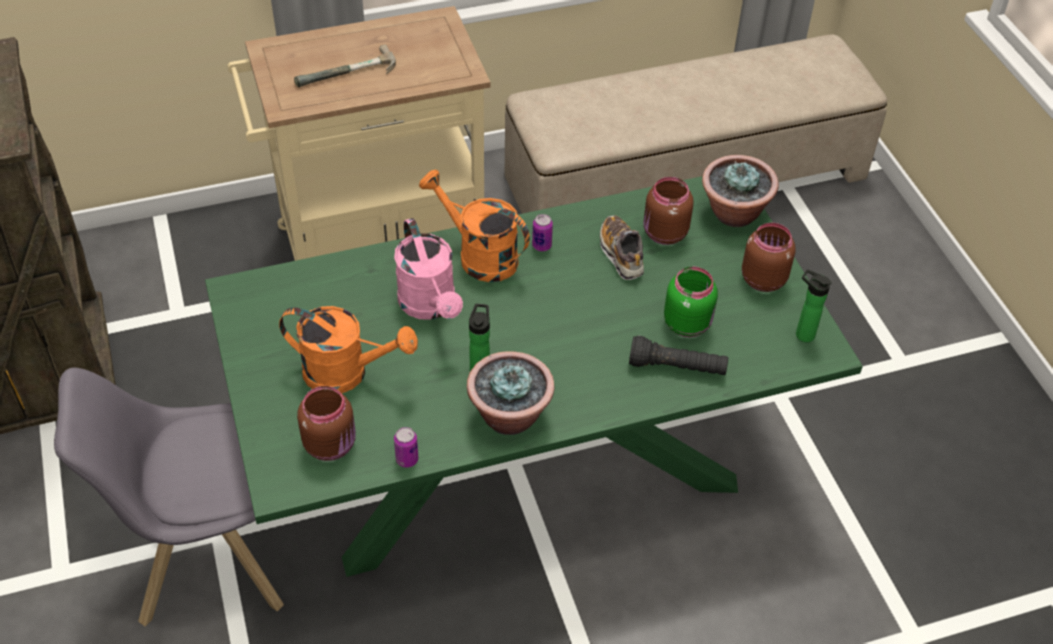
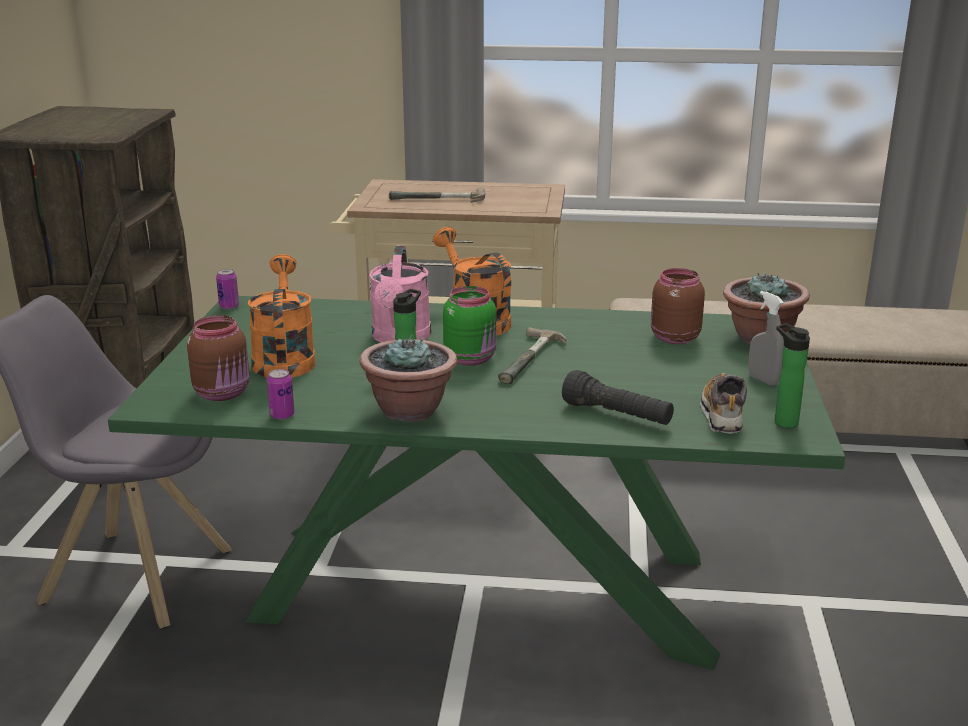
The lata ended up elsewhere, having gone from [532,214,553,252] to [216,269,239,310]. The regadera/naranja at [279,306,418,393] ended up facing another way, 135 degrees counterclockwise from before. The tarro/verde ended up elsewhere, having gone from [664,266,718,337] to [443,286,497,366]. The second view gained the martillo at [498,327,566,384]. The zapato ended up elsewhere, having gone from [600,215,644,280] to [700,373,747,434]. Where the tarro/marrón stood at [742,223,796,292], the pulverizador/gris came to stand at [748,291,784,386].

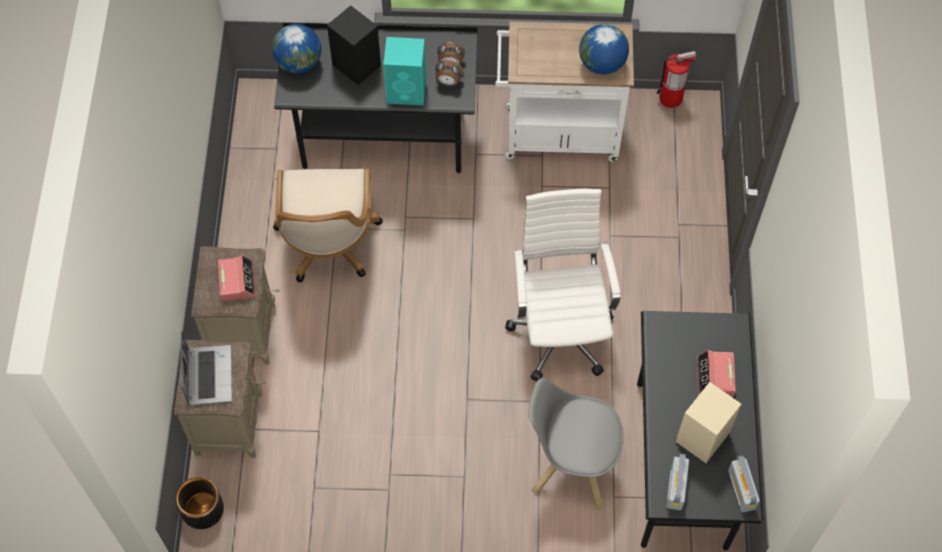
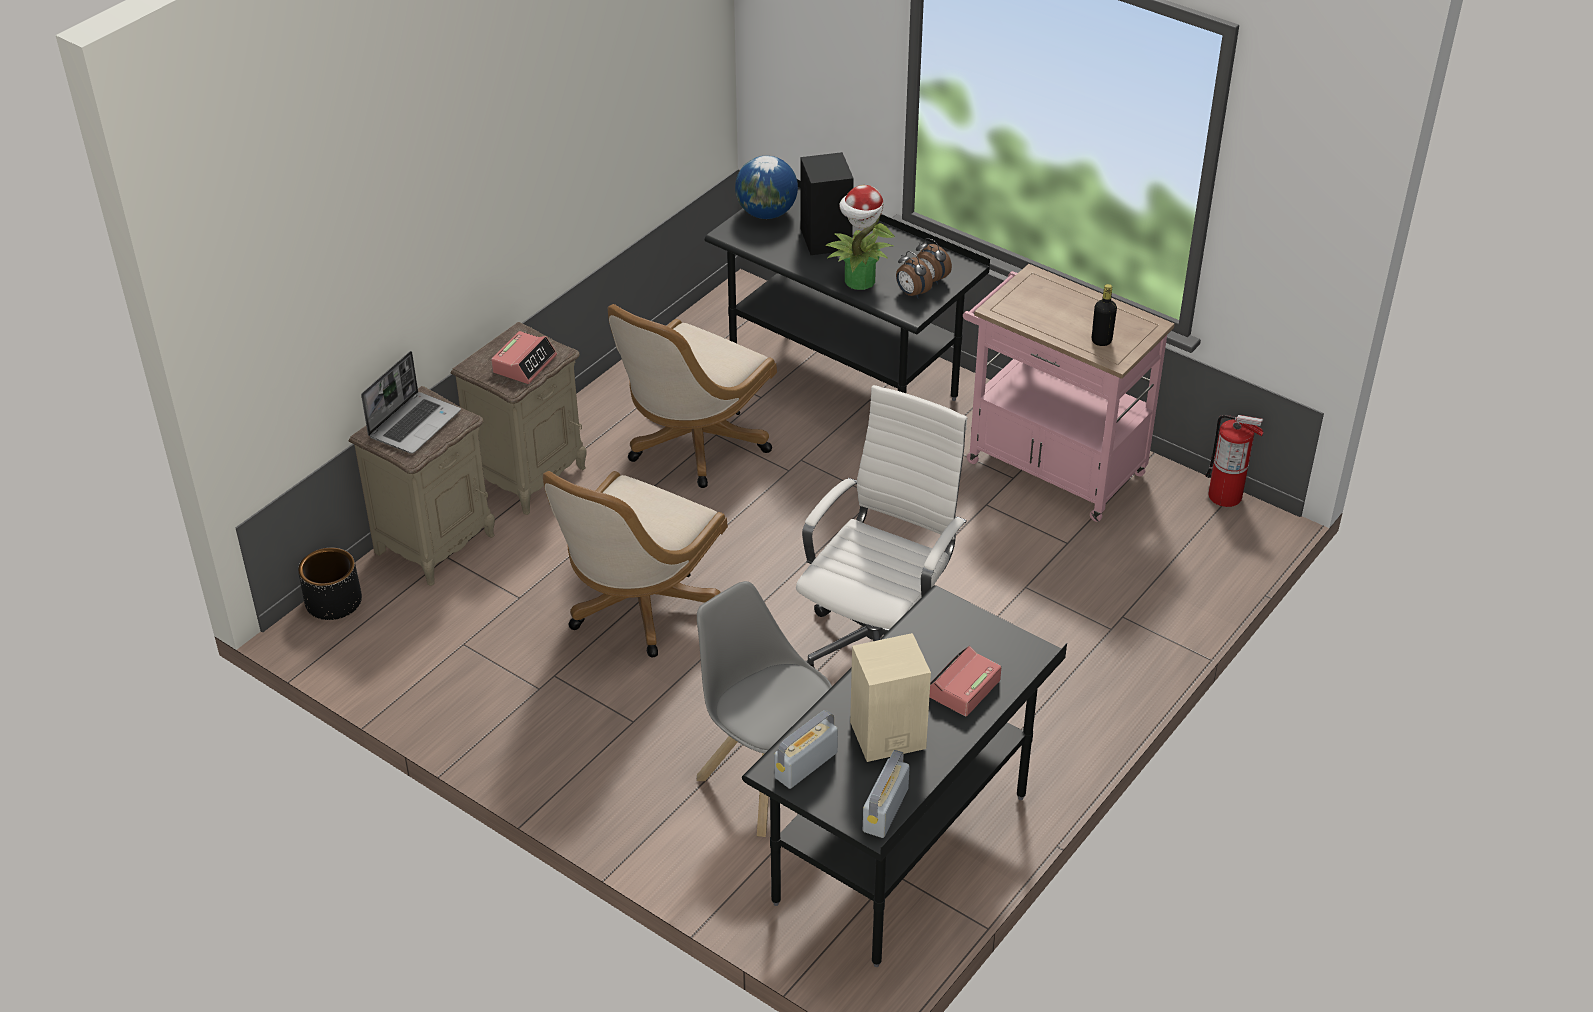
The second view gained the silla de oficina at [543,471,728,658]. Where the altavoz/turquesa stood at [383,37,426,106], the planta en maceta came to stand at [825,185,895,290]. What was the carrito/blanco at [495,21,634,162] turned into the carrito/rosa at [963,264,1175,522]. Where the globo terráqueo stood at [579,24,629,75], the botella/negro came to stand at [1092,284,1117,346].

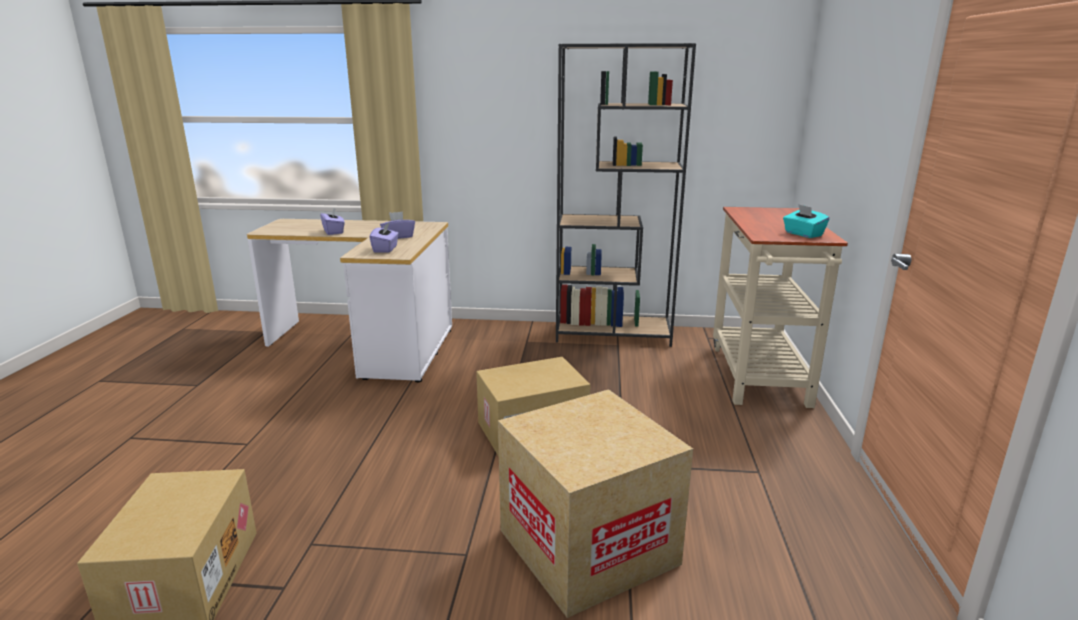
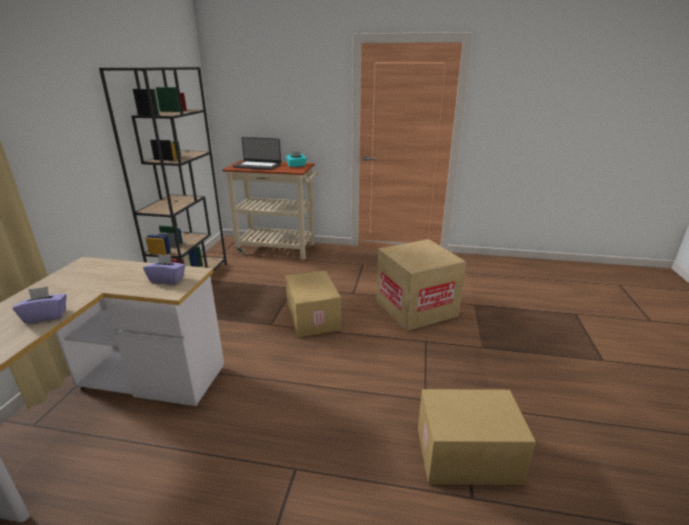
The second view gained the portátil at [233,137,281,170]. The second view lost the caja de pañuelos/morado at [380,211,415,239].

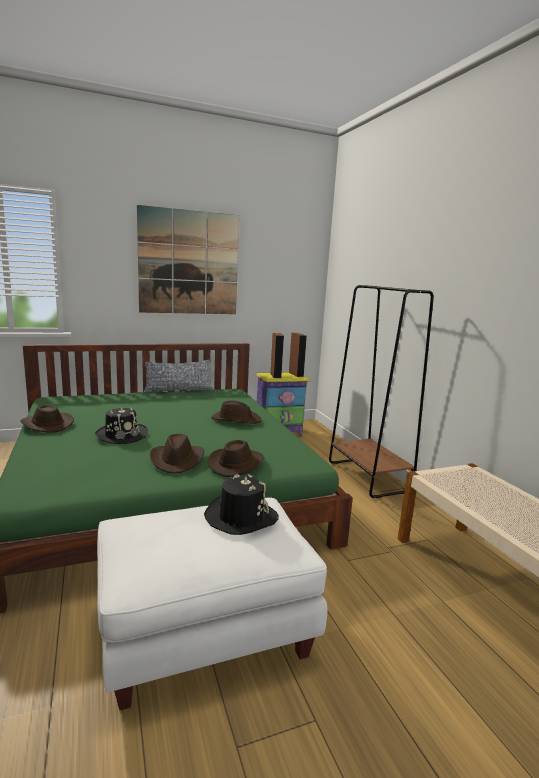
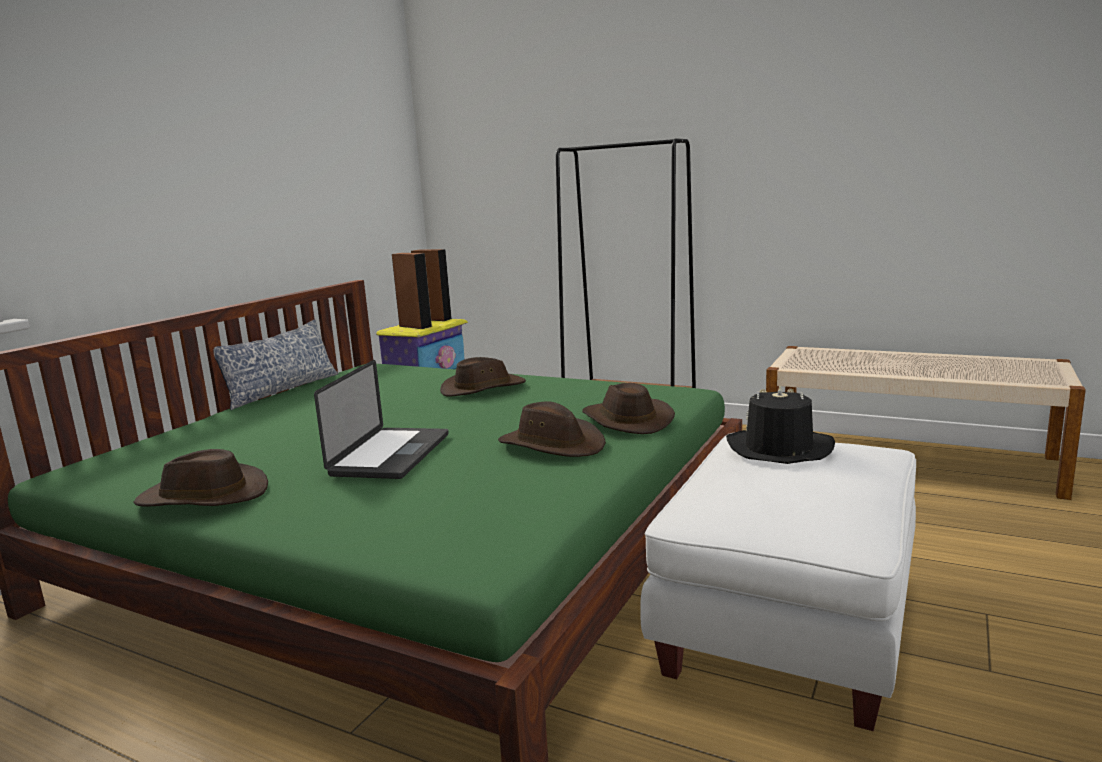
Where the sombrero/negro stood at [95,407,148,444], the portátil came to stand at [314,360,449,479]. The second view lost the cuadro at [137,205,239,314].

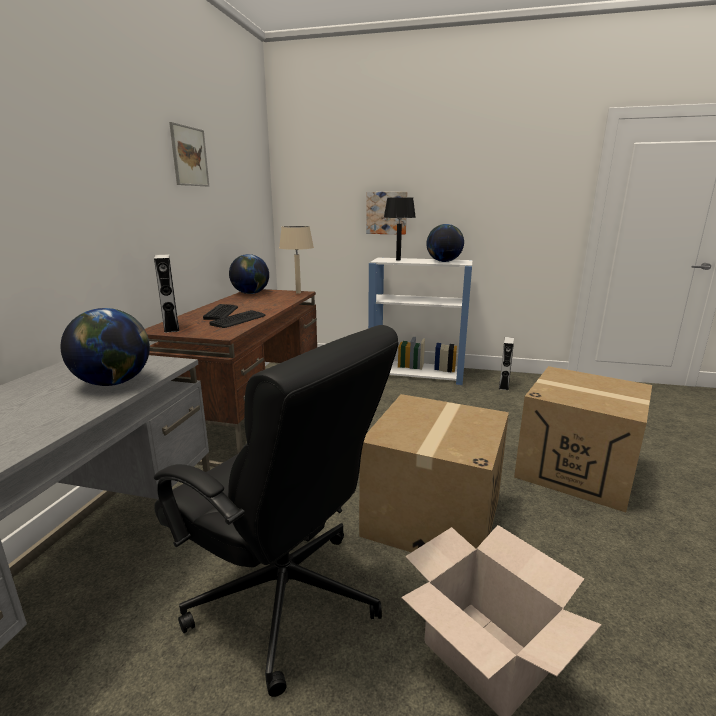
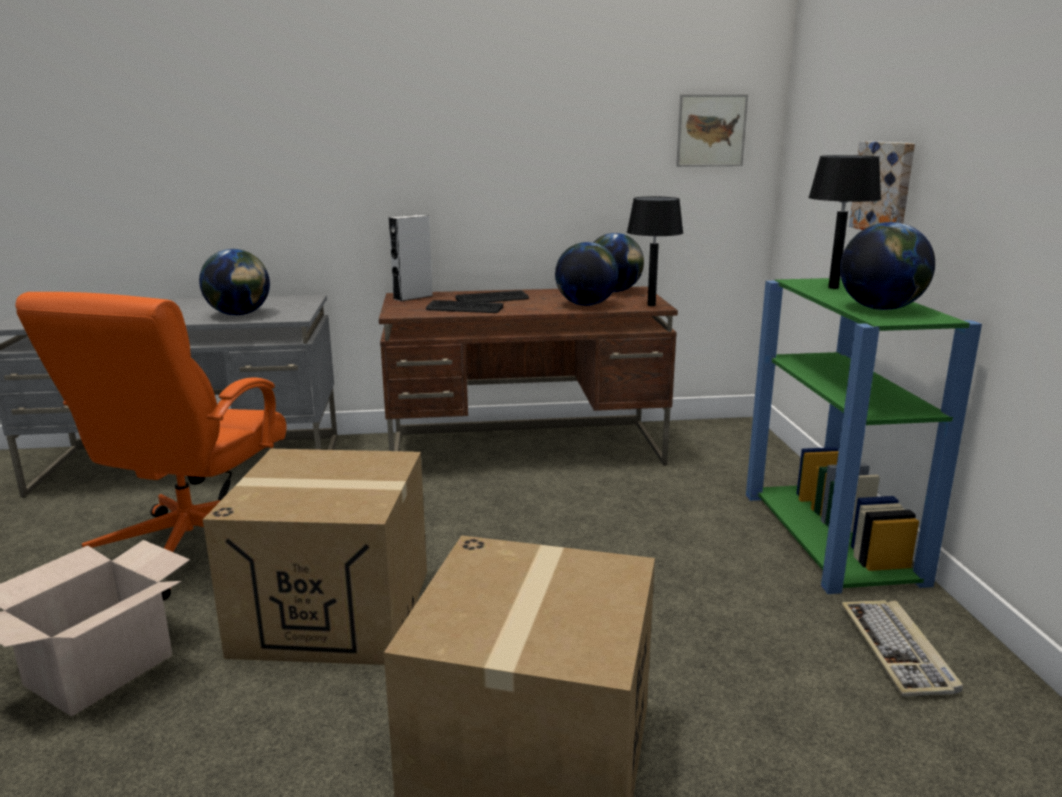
What was the silla de oficina/negro at [154,325,399,697] turned into the silla de oficina/naranja at [16,292,286,600]. The second view gained the globo terráqueo at [555,242,619,306]. What was the lámpara de mesa/beis at [279,226,314,294] turned into the lámpara de mesa/negro at [627,197,683,306]. The cuadro ended up elsewhere, having gone from [169,122,209,186] to [676,94,748,167]. What was the estantería/blanco at [368,257,472,385] turned into the estantería/verde at [746,278,982,594]. Where the altavoz/gris stood at [499,337,514,390], the teclado came to stand at [841,600,963,696].

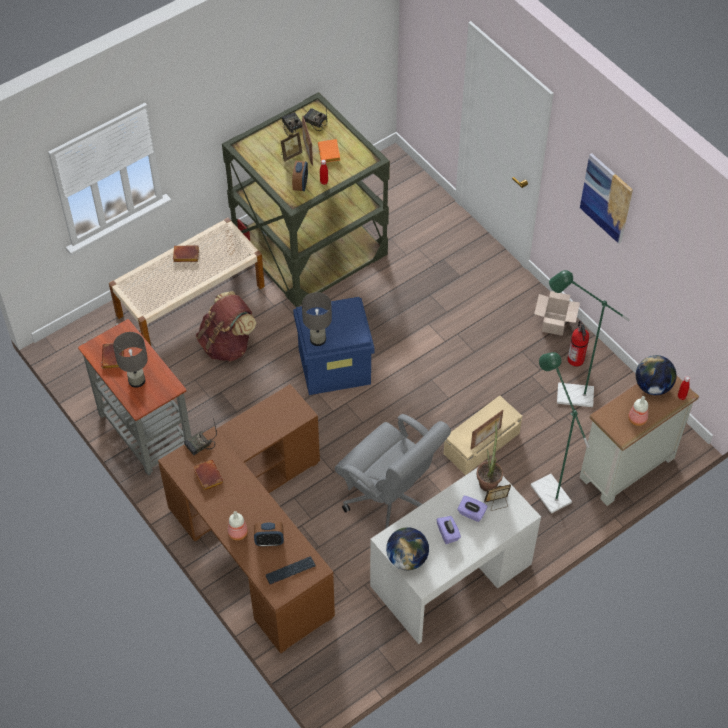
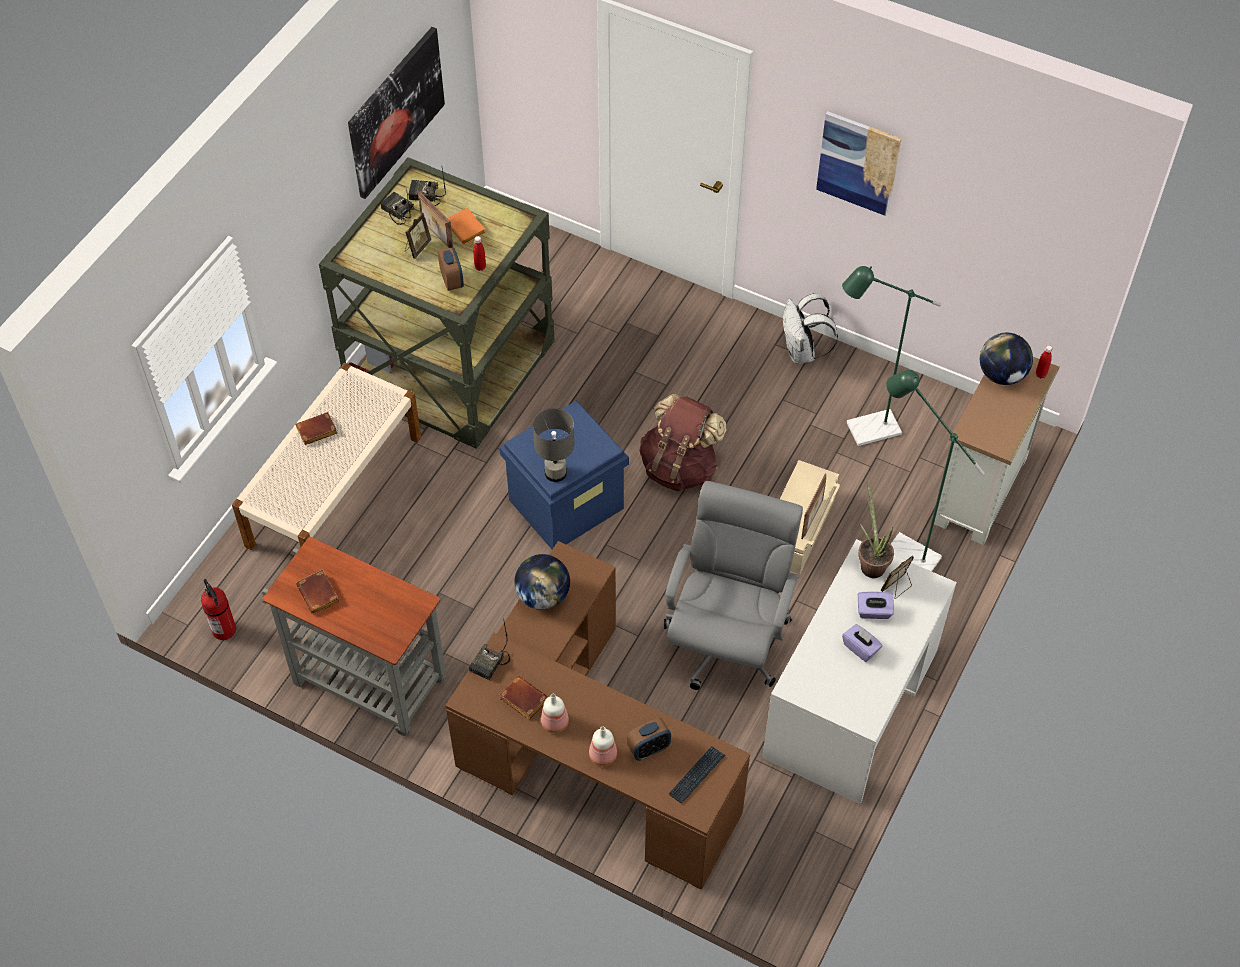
The extintor ended up elsewhere, having gone from [568,320,589,366] to [201,579,236,640]. The second view gained the cuadro at [348,27,445,199]. The globo terráqueo ended up elsewhere, having gone from [386,527,429,570] to [514,554,570,610]. The botella ended up elsewhere, having gone from [628,396,648,426] to [541,694,569,733]. The mochila/marrón ended up elsewhere, having gone from [196,291,256,362] to [639,394,726,491]. The silla de oficina/gris at [335,414,451,529] ended up facing another way, 90 degrees counterclockwise from before. Where the caja de cartón stood at [534,291,580,336], the mochila/blanco came to stand at [783,293,838,363]. The second view lost the lámpara de mesa/gris at [113,332,148,388].

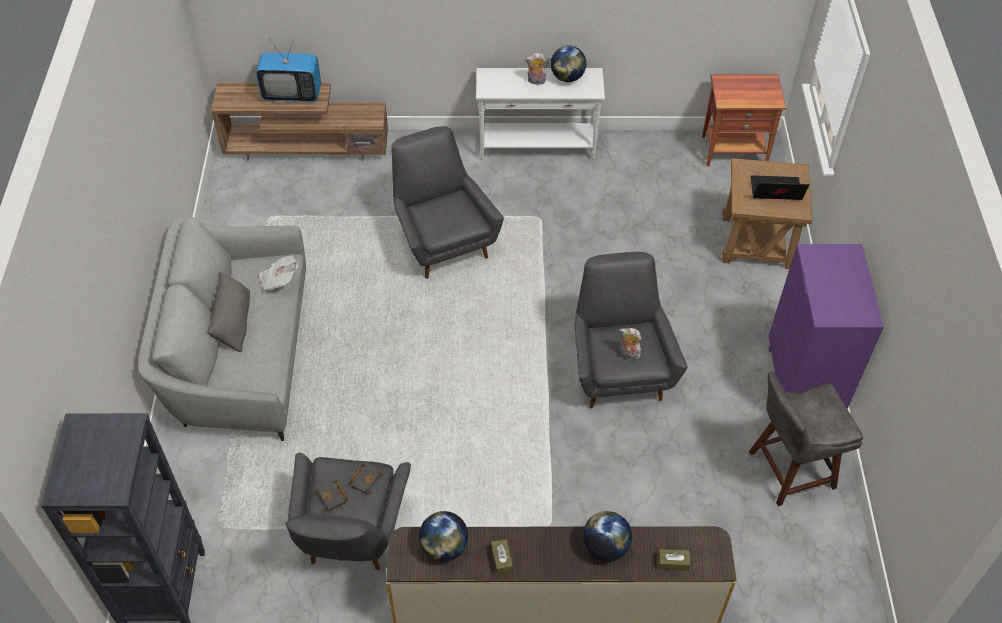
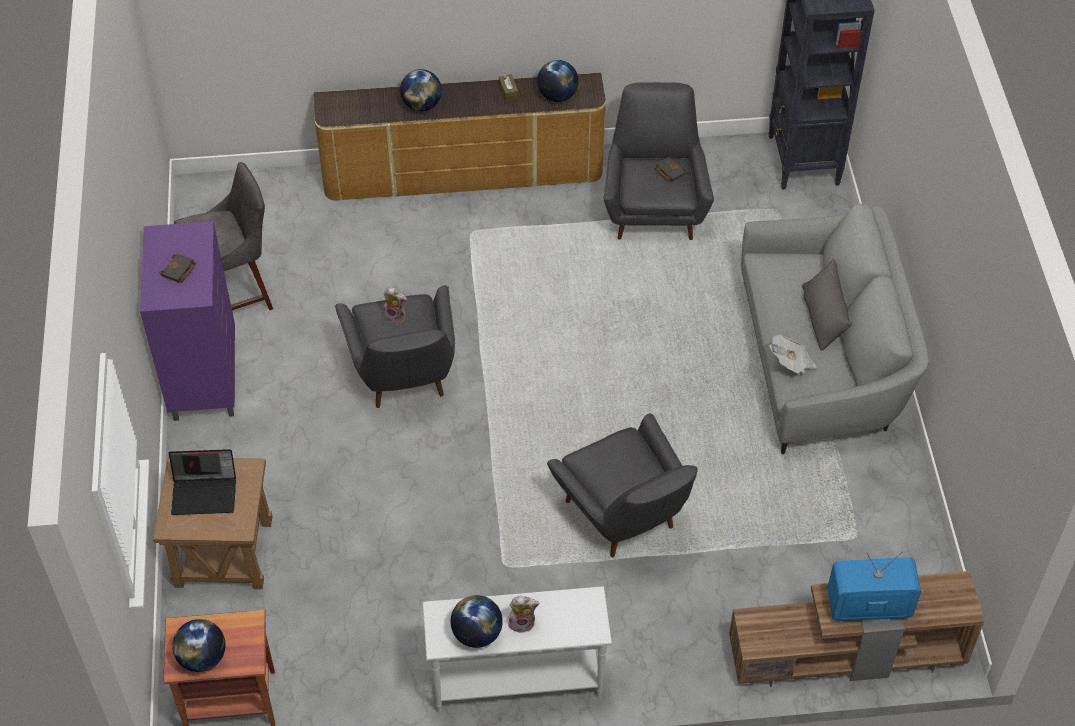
The libro/negro ended up elsewhere, having gone from [348,463,384,495] to [160,254,196,283]. The second view gained the globo terráqueo at [172,619,226,672]. The second view lost the caja de pañuelos/marrón at [658,549,690,571].

